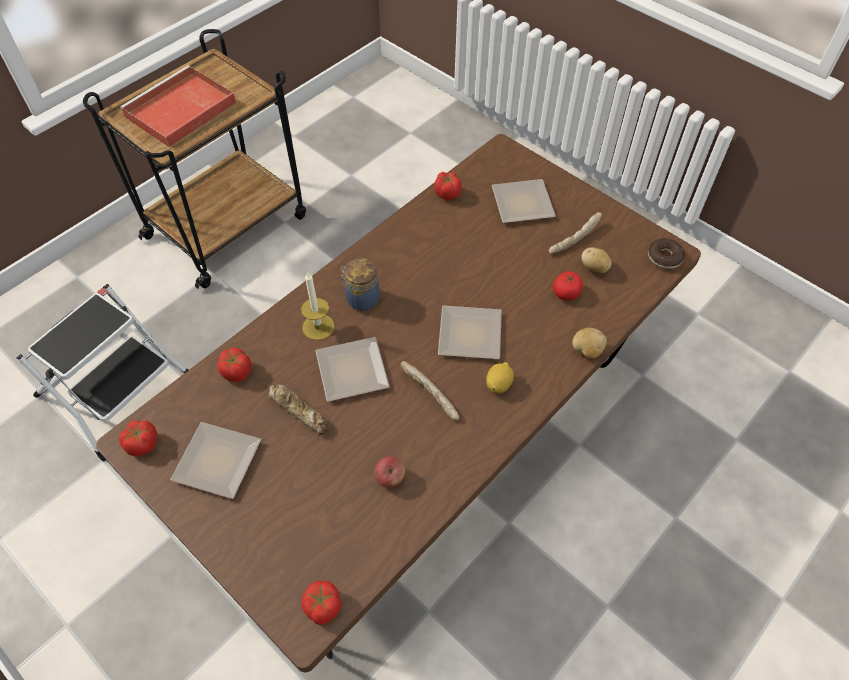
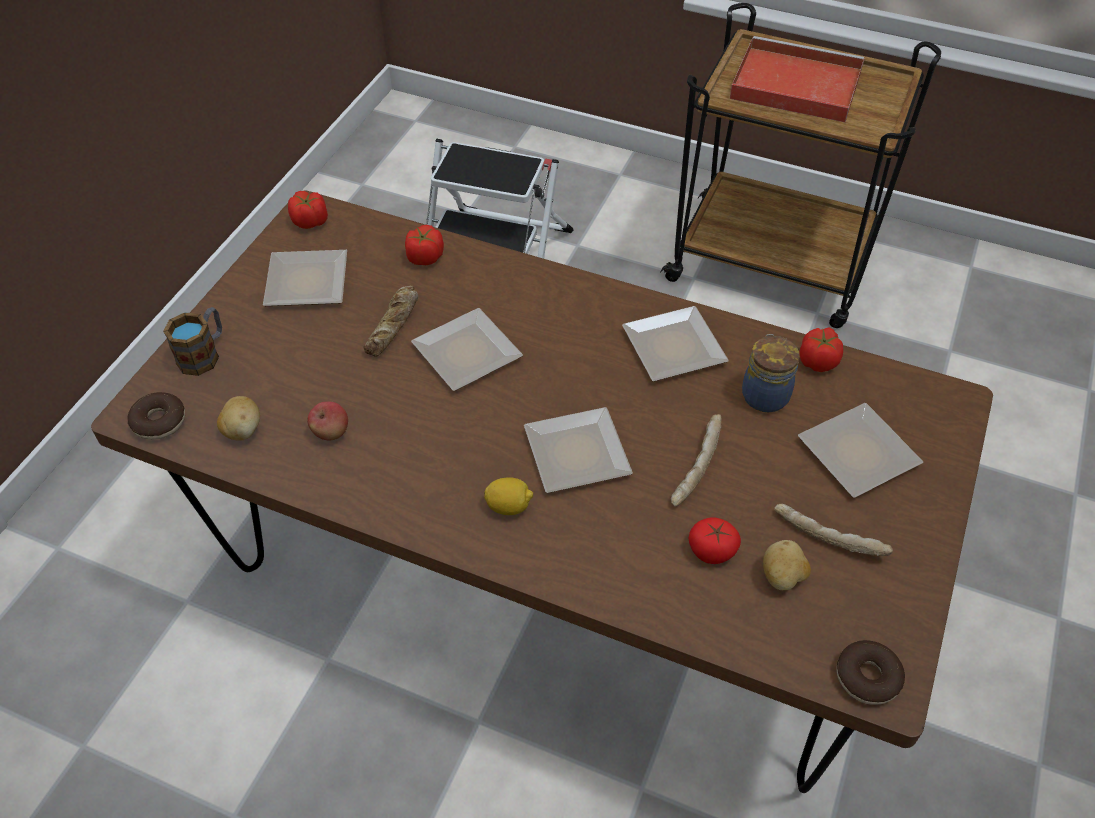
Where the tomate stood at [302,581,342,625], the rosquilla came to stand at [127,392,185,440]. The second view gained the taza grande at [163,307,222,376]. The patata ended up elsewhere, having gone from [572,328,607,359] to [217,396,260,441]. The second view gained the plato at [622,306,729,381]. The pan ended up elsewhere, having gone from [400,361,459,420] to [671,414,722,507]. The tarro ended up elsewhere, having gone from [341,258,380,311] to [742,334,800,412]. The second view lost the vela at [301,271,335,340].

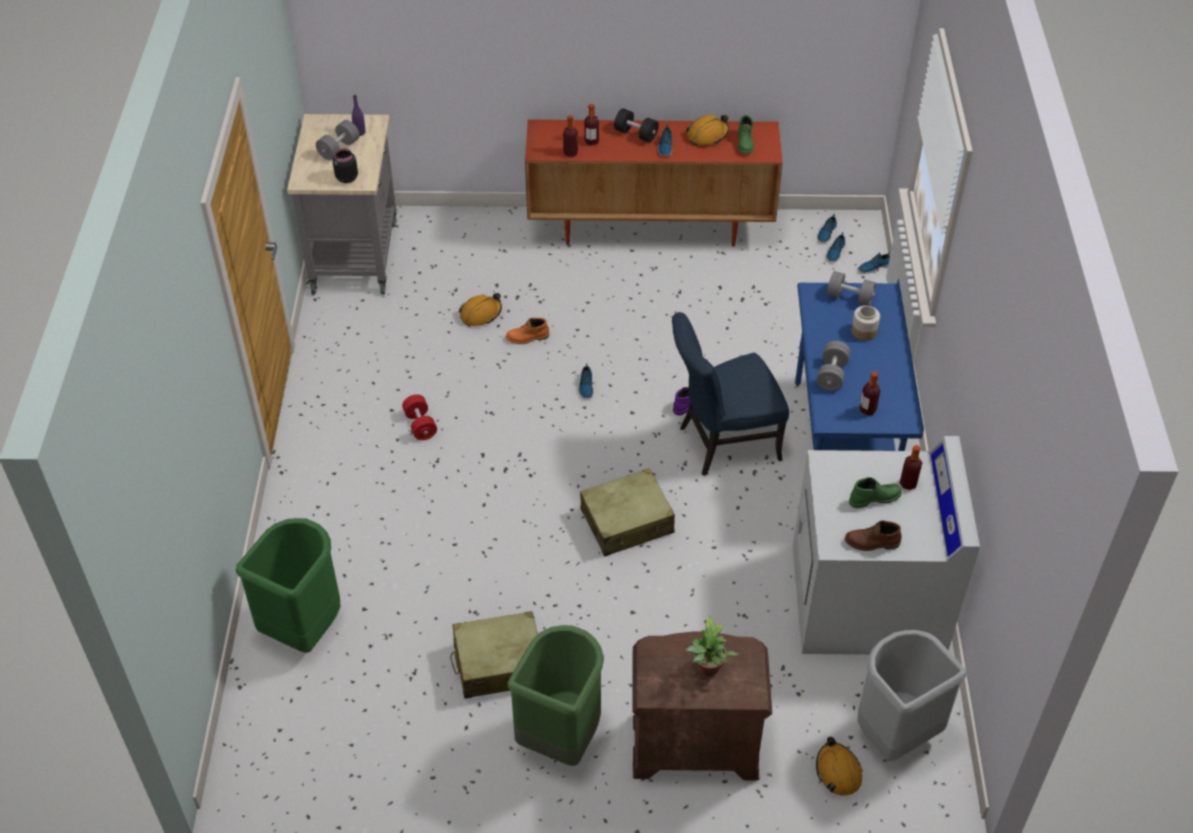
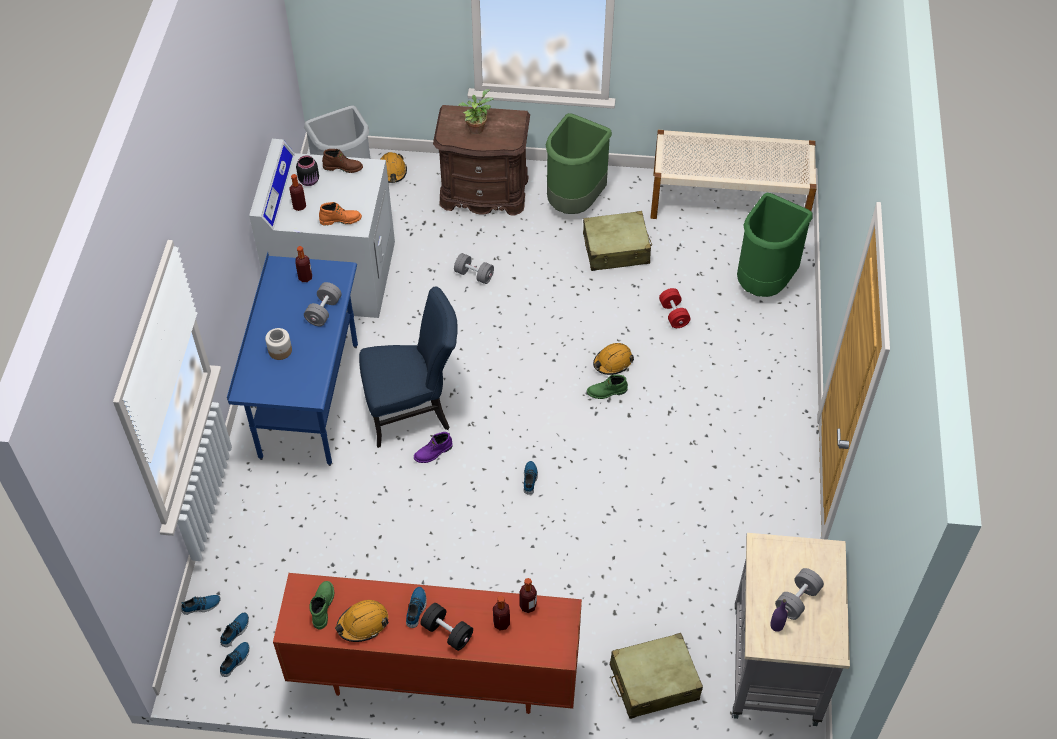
The tarro/negro ended up elsewhere, having gone from [333,149,358,183] to [296,155,319,186]. The bota/naranja ended up elsewhere, having gone from [506,318,549,344] to [319,202,362,226]. The mancuerna/gris ended up elsewhere, having gone from [827,271,876,306] to [454,253,494,284]. The bota/verde ended up elsewhere, having gone from [849,477,902,509] to [587,375,628,399]. The casco/naranja ended up elsewhere, having gone from [459,293,502,326] to [593,343,634,375]. The maleta/beis ended up elsewhere, having gone from [580,468,675,556] to [610,633,703,719]. The second view gained the banco/beis at [650,130,817,219]. The mancuerna/rojo ended up elsewhere, having gone from [402,395,437,440] to [659,288,691,328].

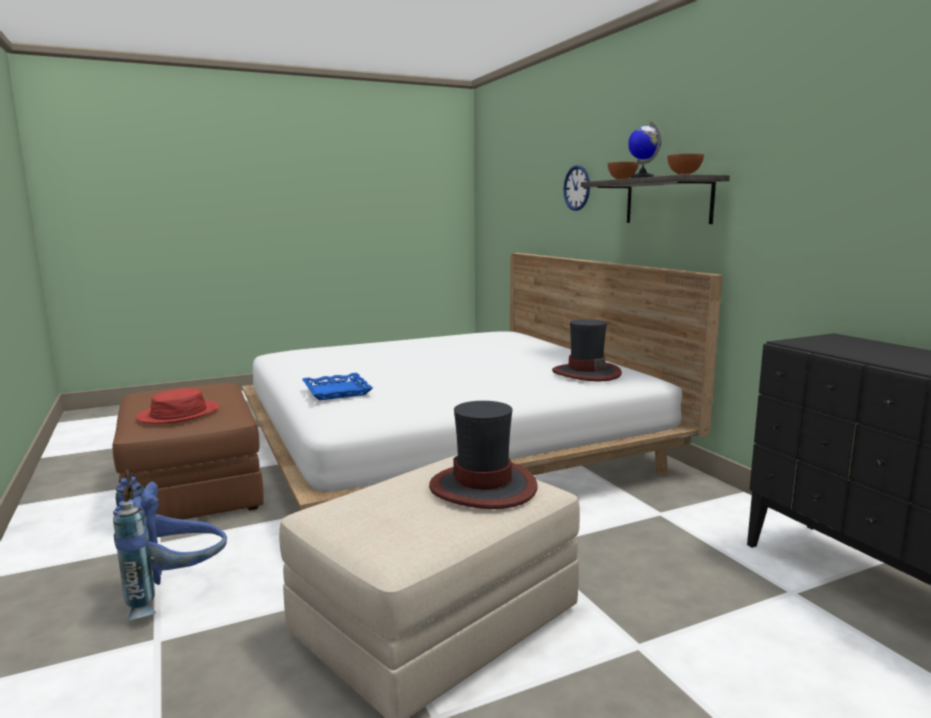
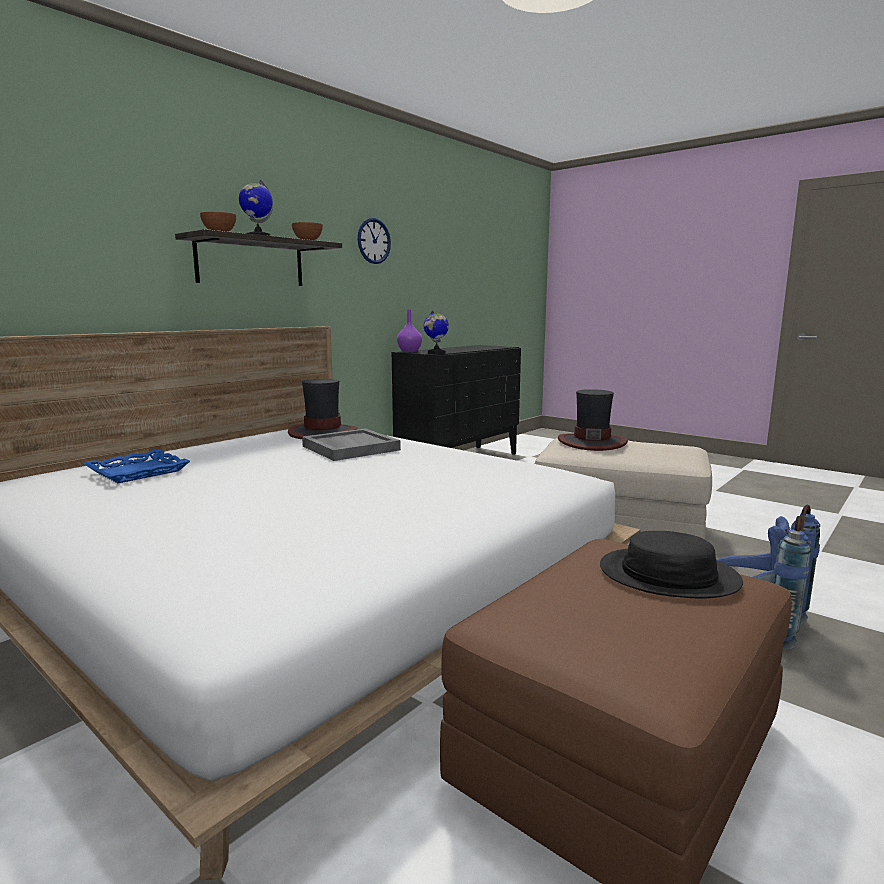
The bandeja/azul ended up elsewhere, having gone from [302,373,373,400] to [83,449,190,483]. The second view gained the bandeja/gris at [302,428,401,461]. The reloj de pared ended up elsewhere, having gone from [564,165,590,211] to [358,218,391,264]. The second view gained the florero/morado at [397,310,422,352]. The second view gained the globo terráqueo at [424,310,449,354]. What was the sombrero/rojo at [136,388,219,424] turned into the sombrero/negro at [600,531,743,599].

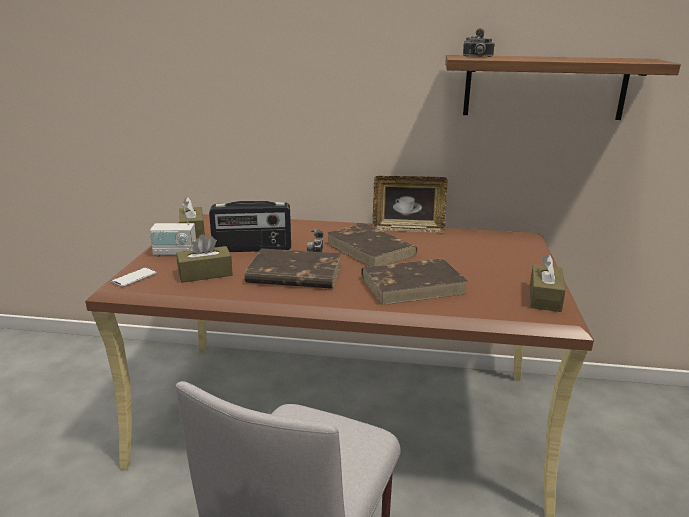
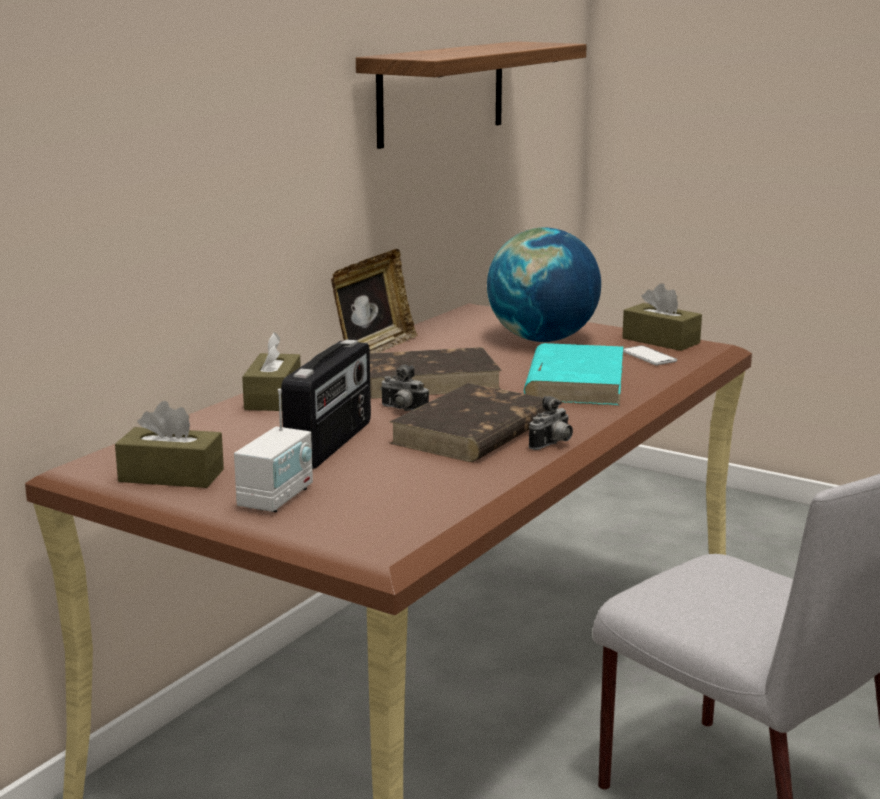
The caja de pañuelos/marrón ended up elsewhere, having gone from [176,234,233,283] to [242,332,301,411]. The second view gained the globo terráqueo at [487,227,601,342]. What was the libro/marrón at [361,258,468,305] turned into the libro/turquesa at [524,343,624,405]. The cámara ended up elsewhere, having gone from [463,28,494,57] to [529,396,573,450]. The móvil ended up elsewhere, having gone from [111,267,157,287] to [623,346,677,366].

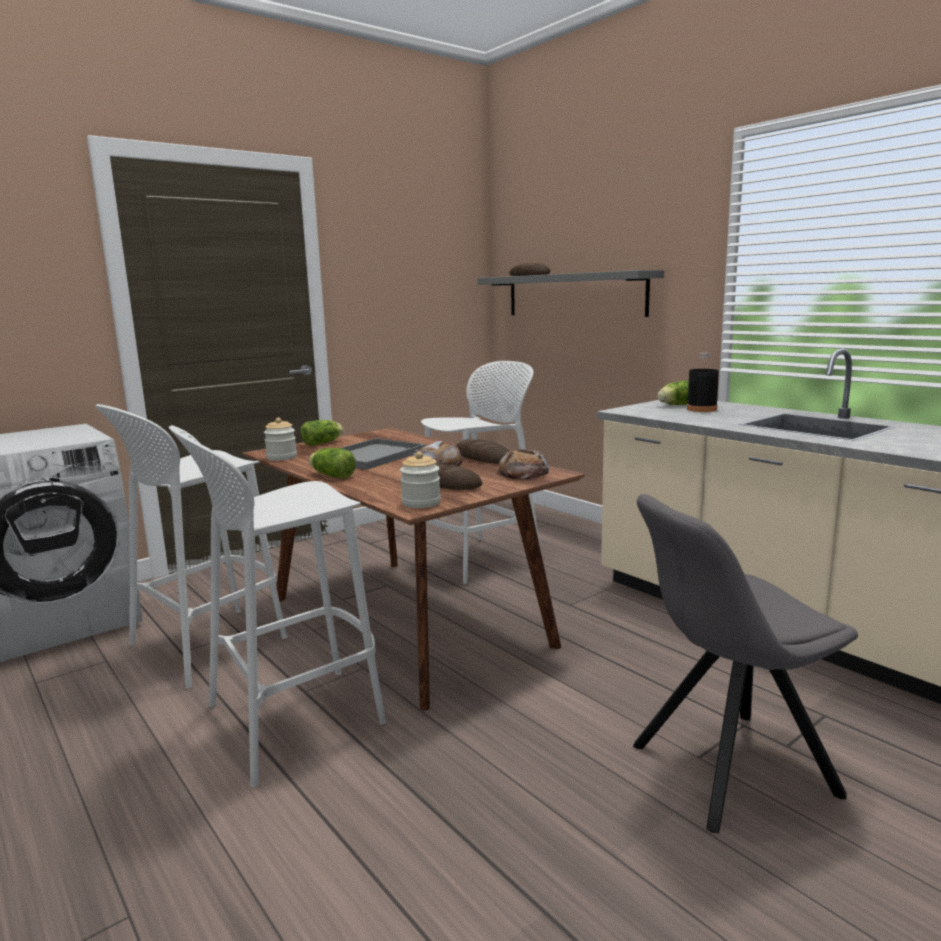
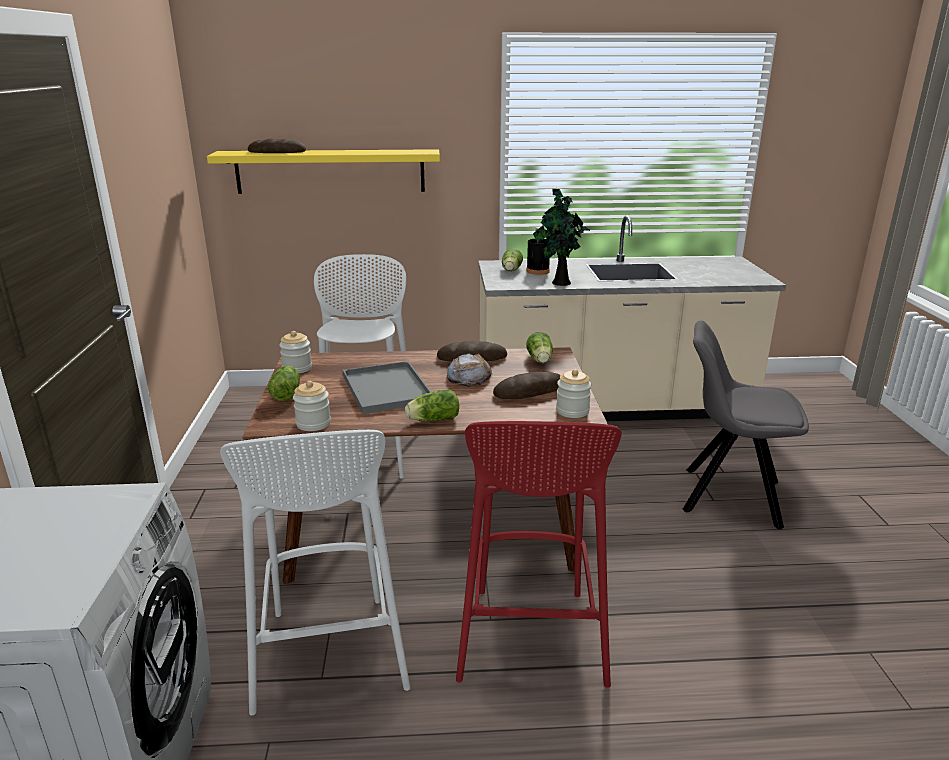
What was the estante/gris at [477,270,664,317] turned into the estante/amarillo at [207,149,440,194]. The second view gained the tarro at [279,331,312,373]. What was the taburete/blanco at [169,425,386,788] turned into the taburete/rojo at [456,421,622,688]. Where the pan stood at [496,449,549,479], the lechuga came to stand at [526,332,553,363]. The second view gained the planta en maceta at [533,189,590,286]. The silla/gris at [633,494,858,833] ended up facing another way, 90 degrees clockwise from before.

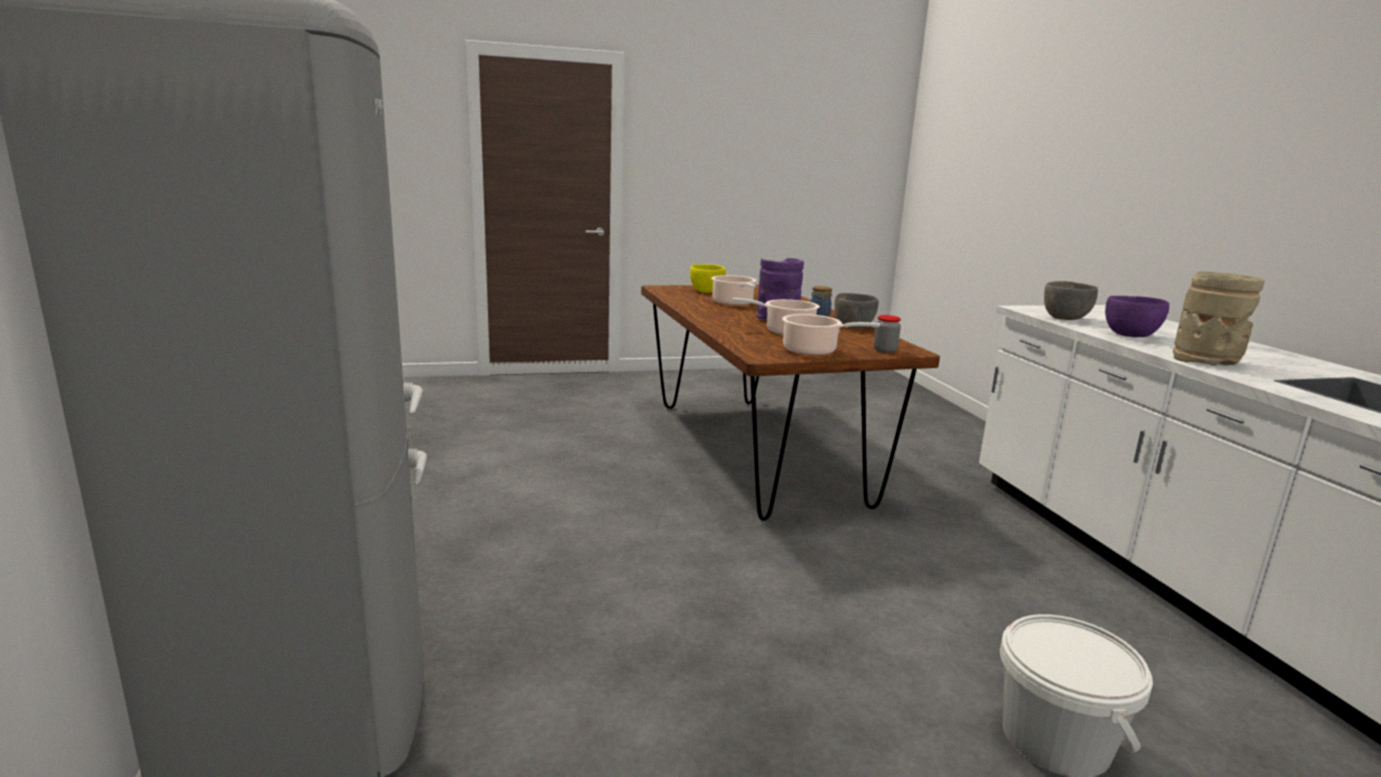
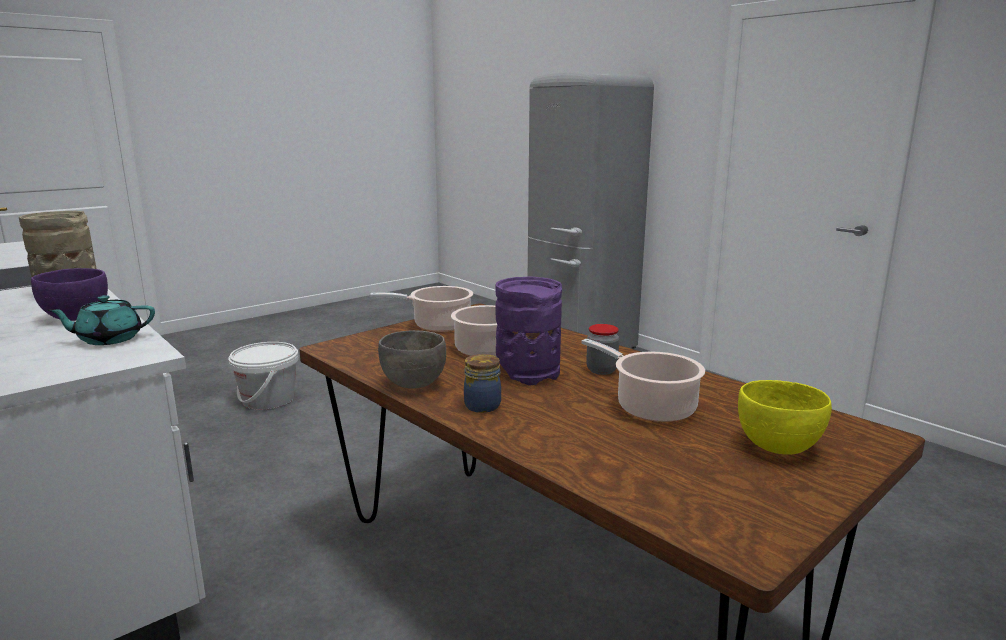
Where the cuenco/gris stood at [1044,281,1098,320], the tetera/turquesa came to stand at [48,295,155,345]. The tarro ended up elsewhere, having gone from [874,315,901,353] to [586,324,619,375].

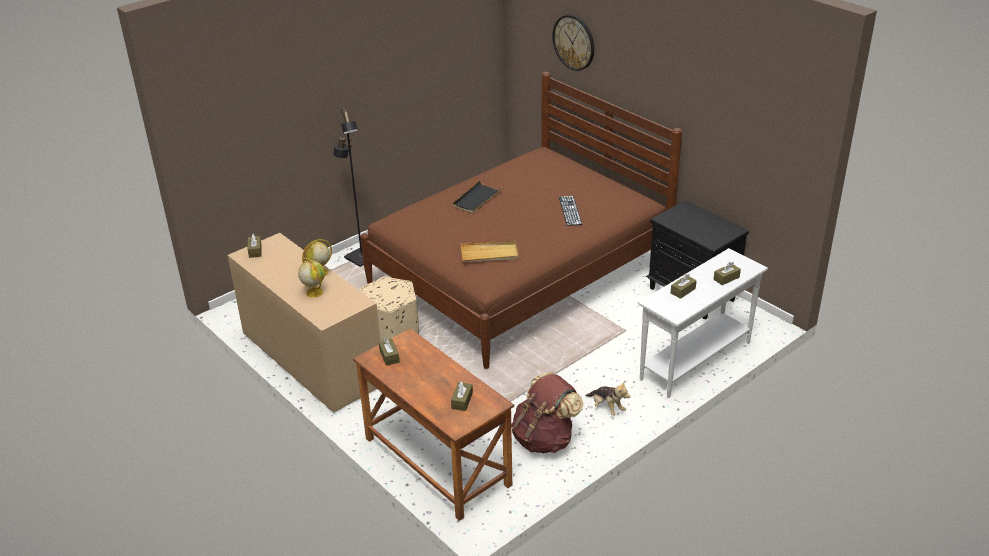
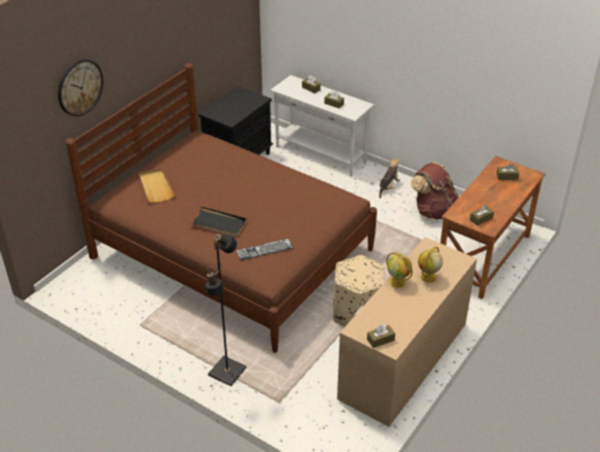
The bandeja/beis ended up elsewhere, having gone from [461,241,519,262] to [139,168,175,203]. The teclado ended up elsewhere, having gone from [559,196,582,226] to [236,238,293,260].

